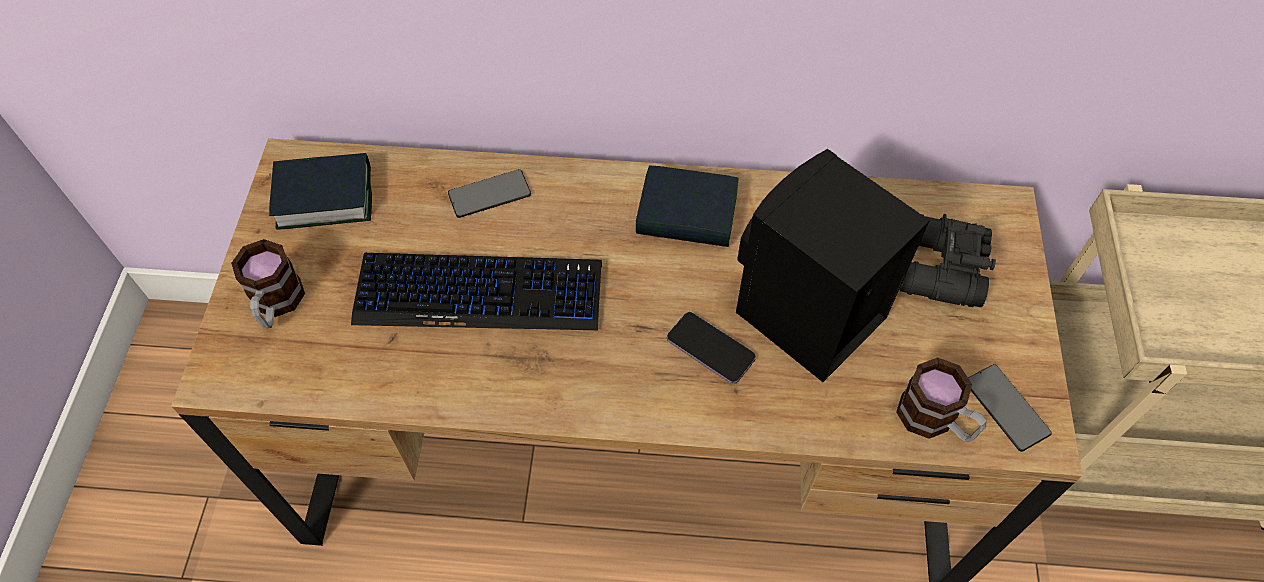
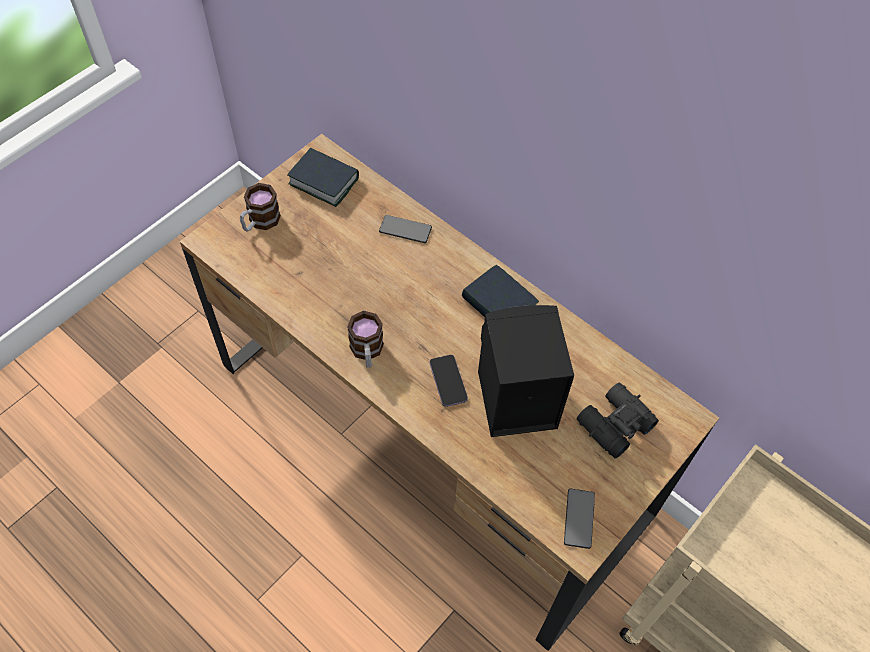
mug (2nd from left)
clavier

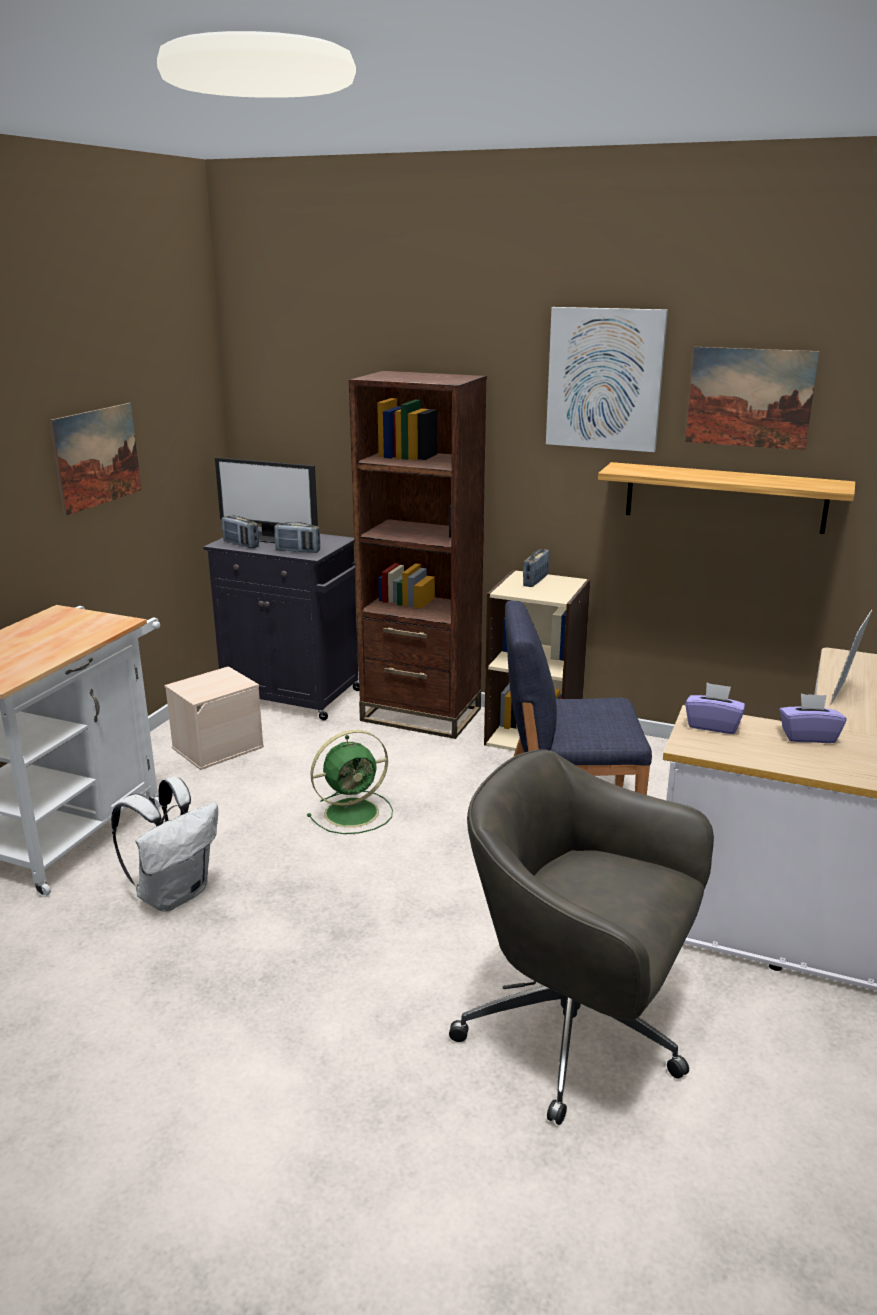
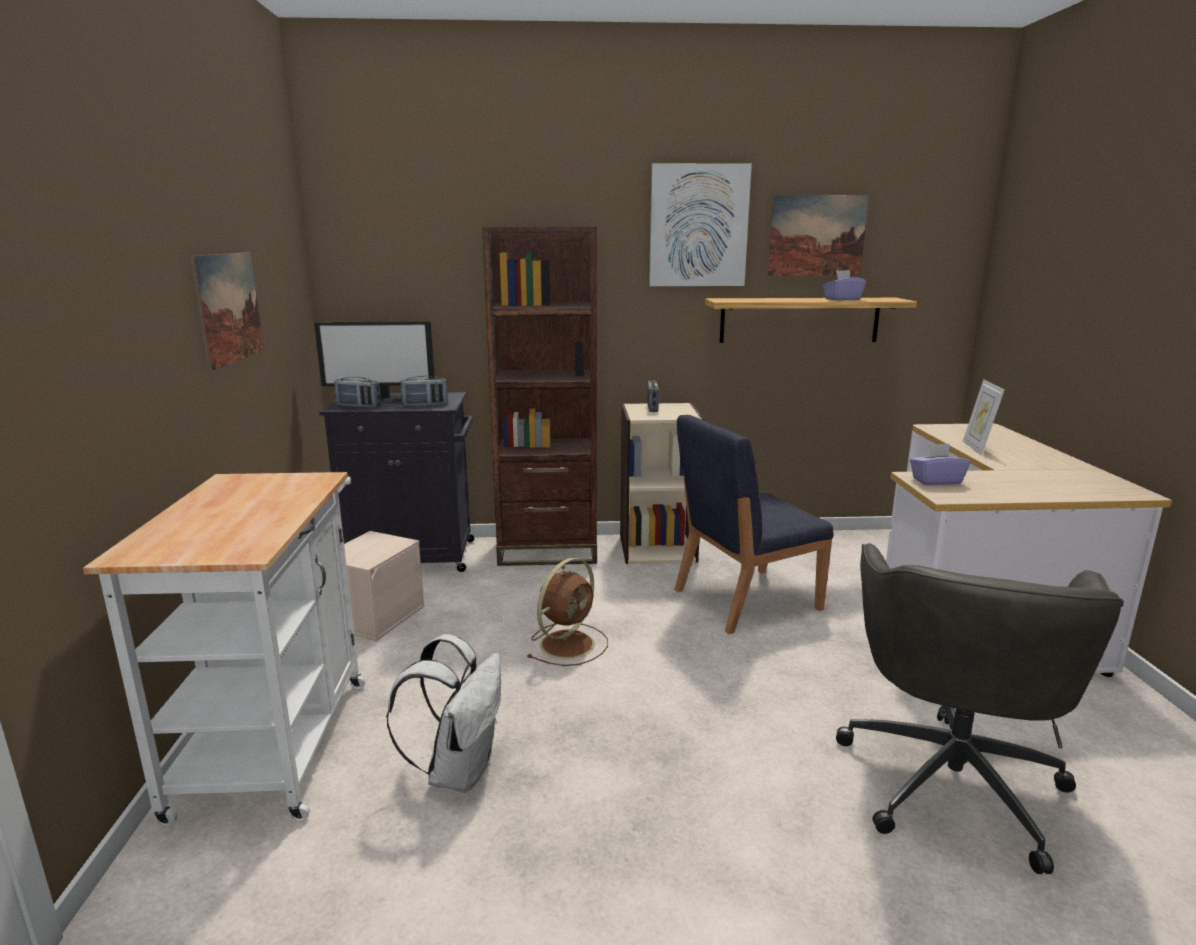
ventilateur [marron]
boîte à mouchoirs [violet] (1st from left)
chaise de bureau [gris]

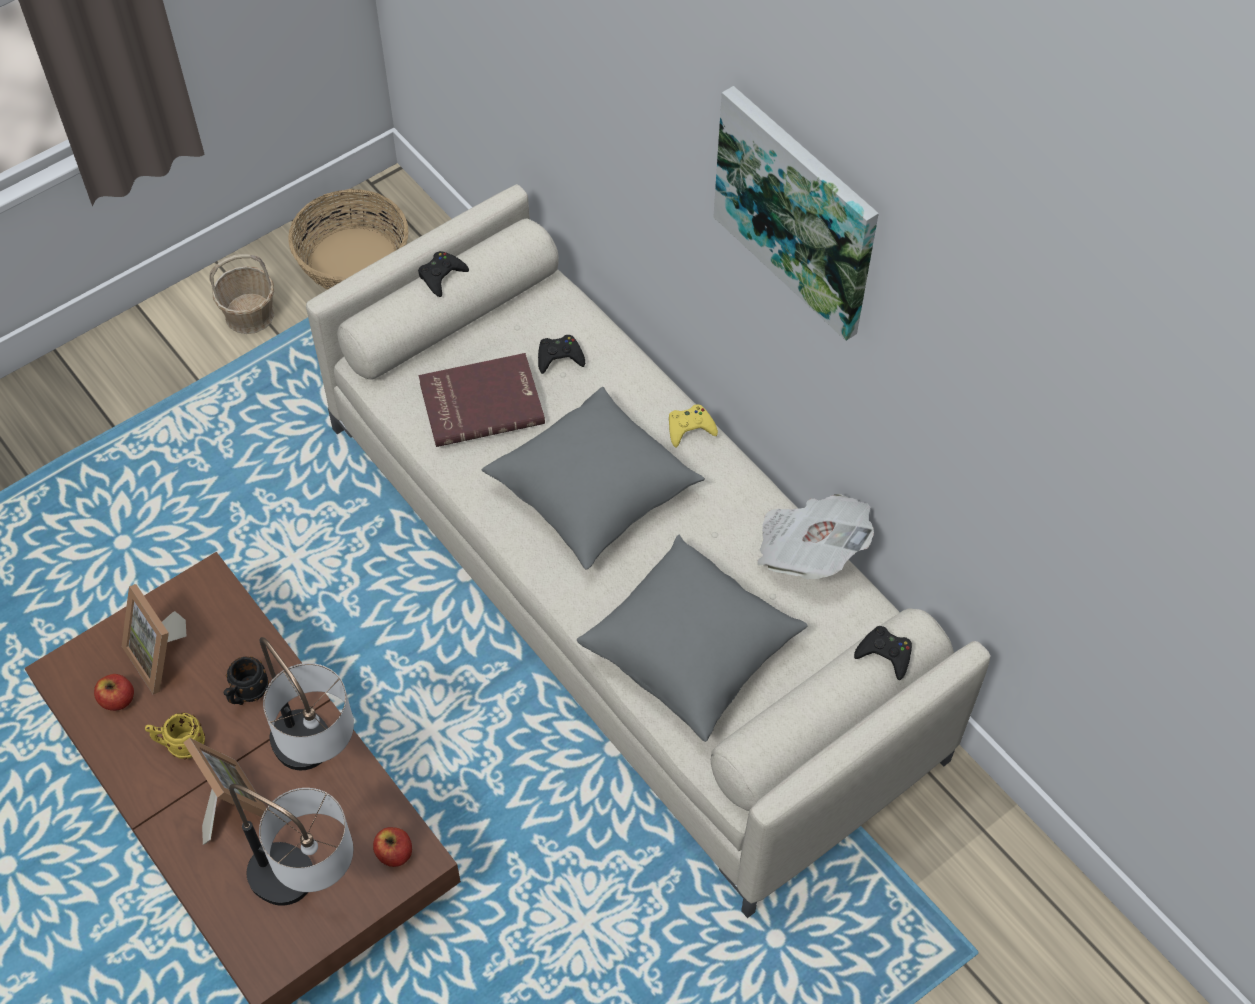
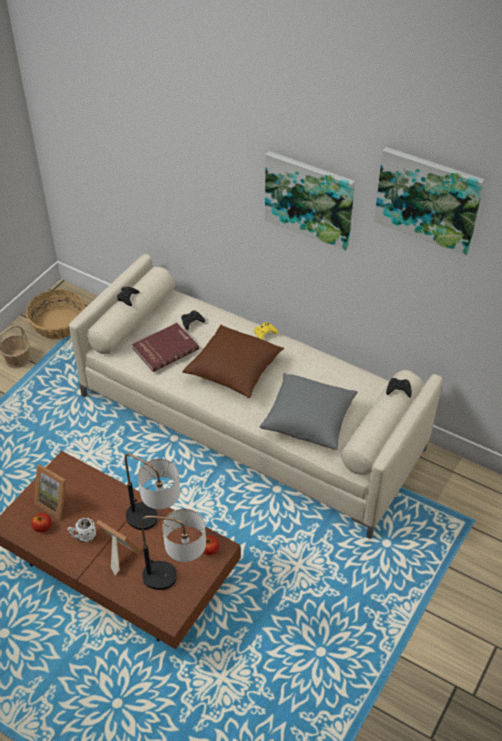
mug [blanc]
coussin [marron]
tableau (2nd from left)
mug [noir]
journal

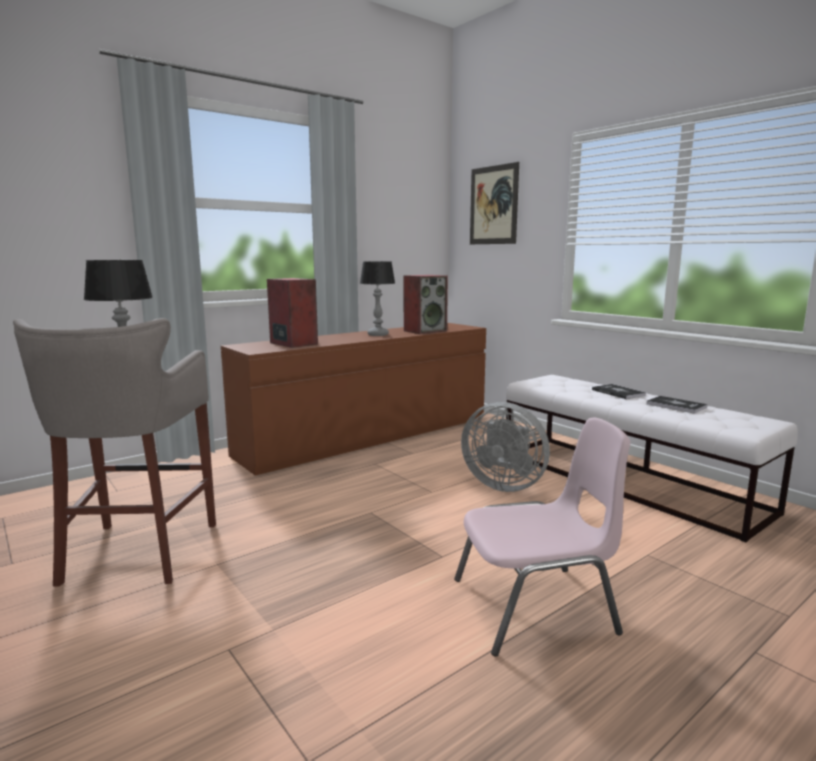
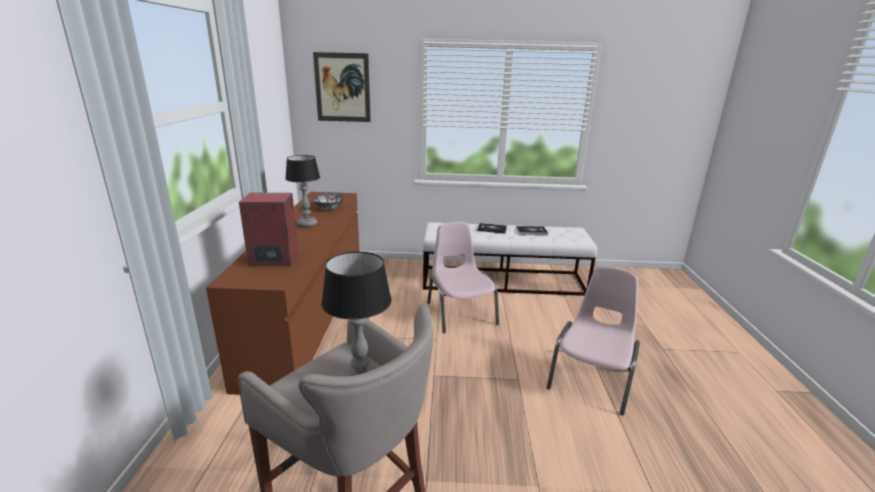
bol
chaise [rose] (1st from left)

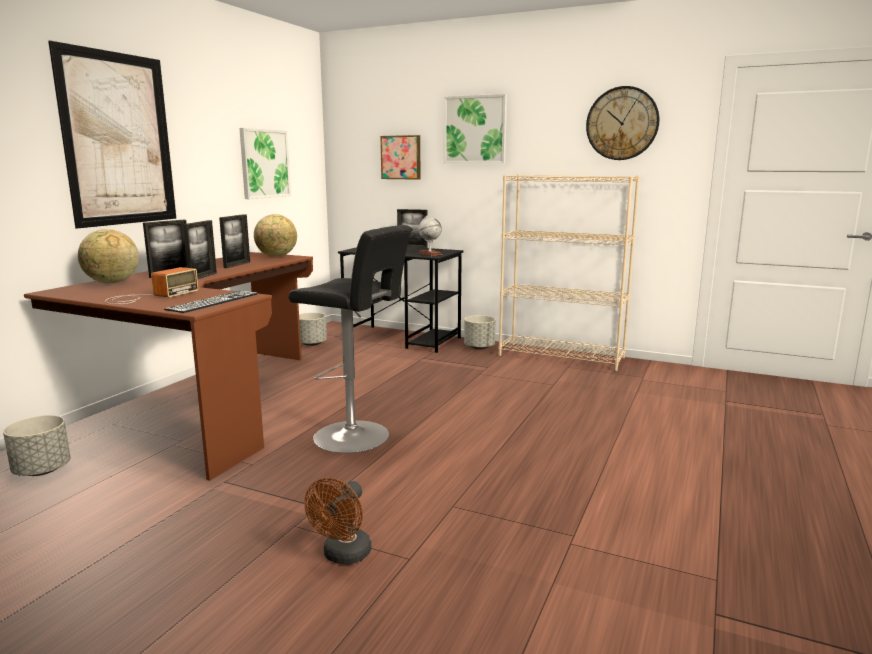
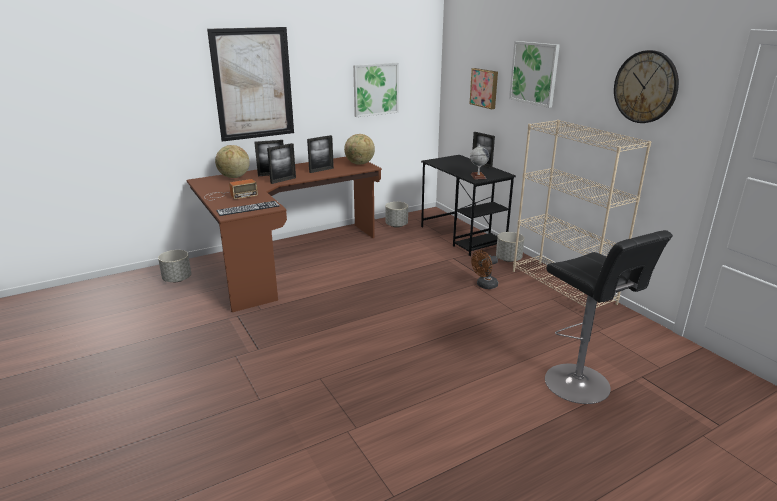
ventilateur [marron]
tabouret [noir]

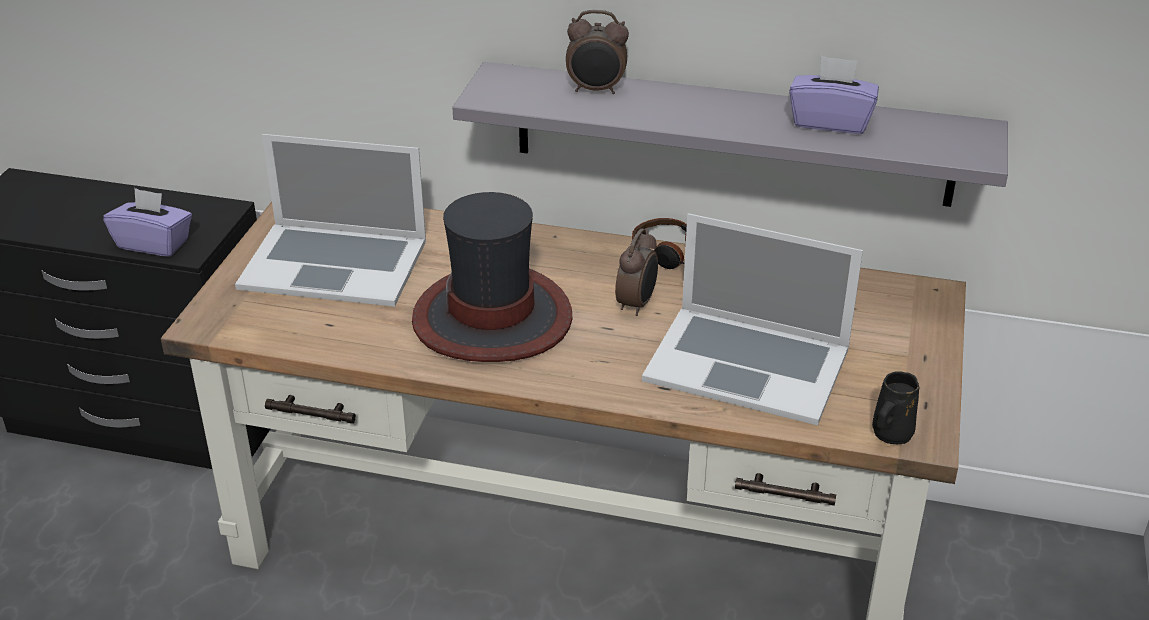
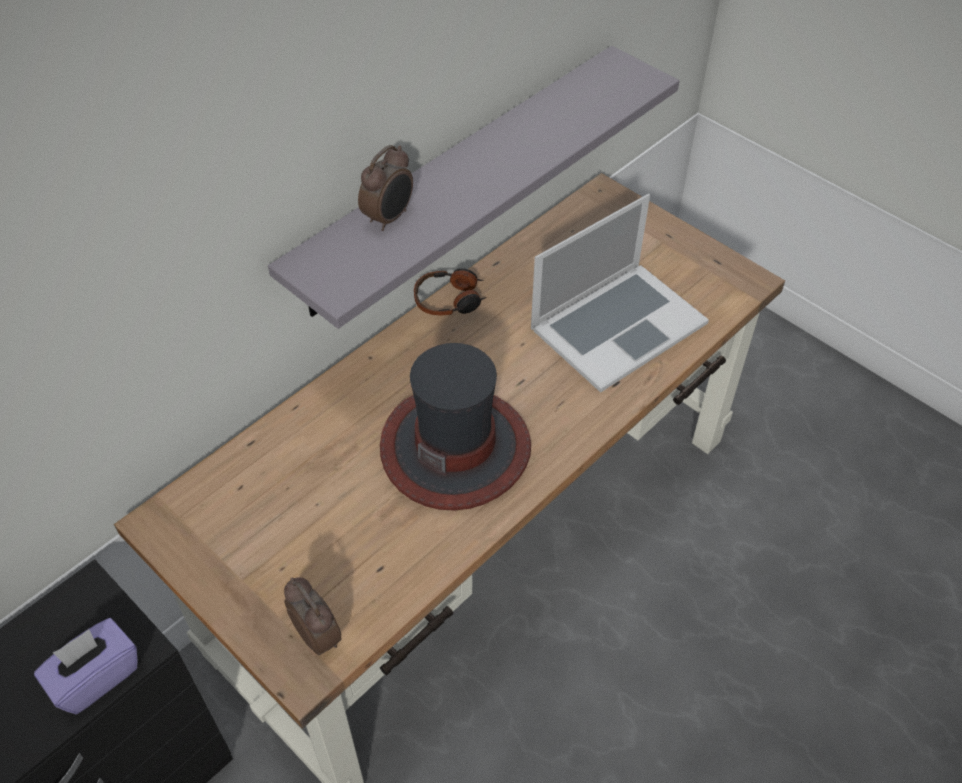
réveil (1st from left)
ordinateur portable (1st from left in the first image)
boîte à mouchoirs [violet] (2nd from left in the first image)
mug [noir]

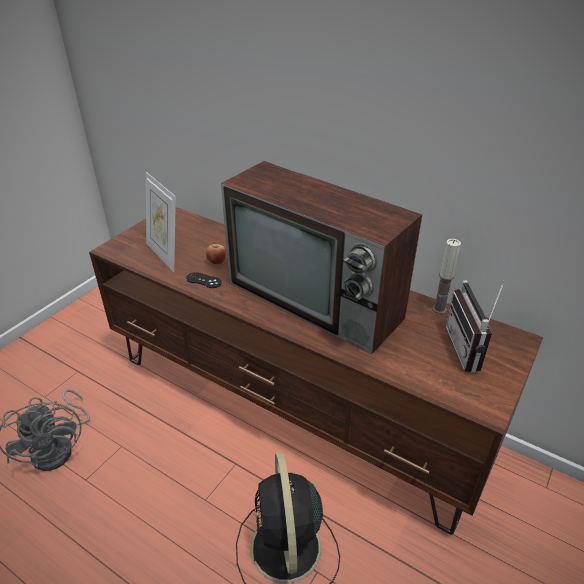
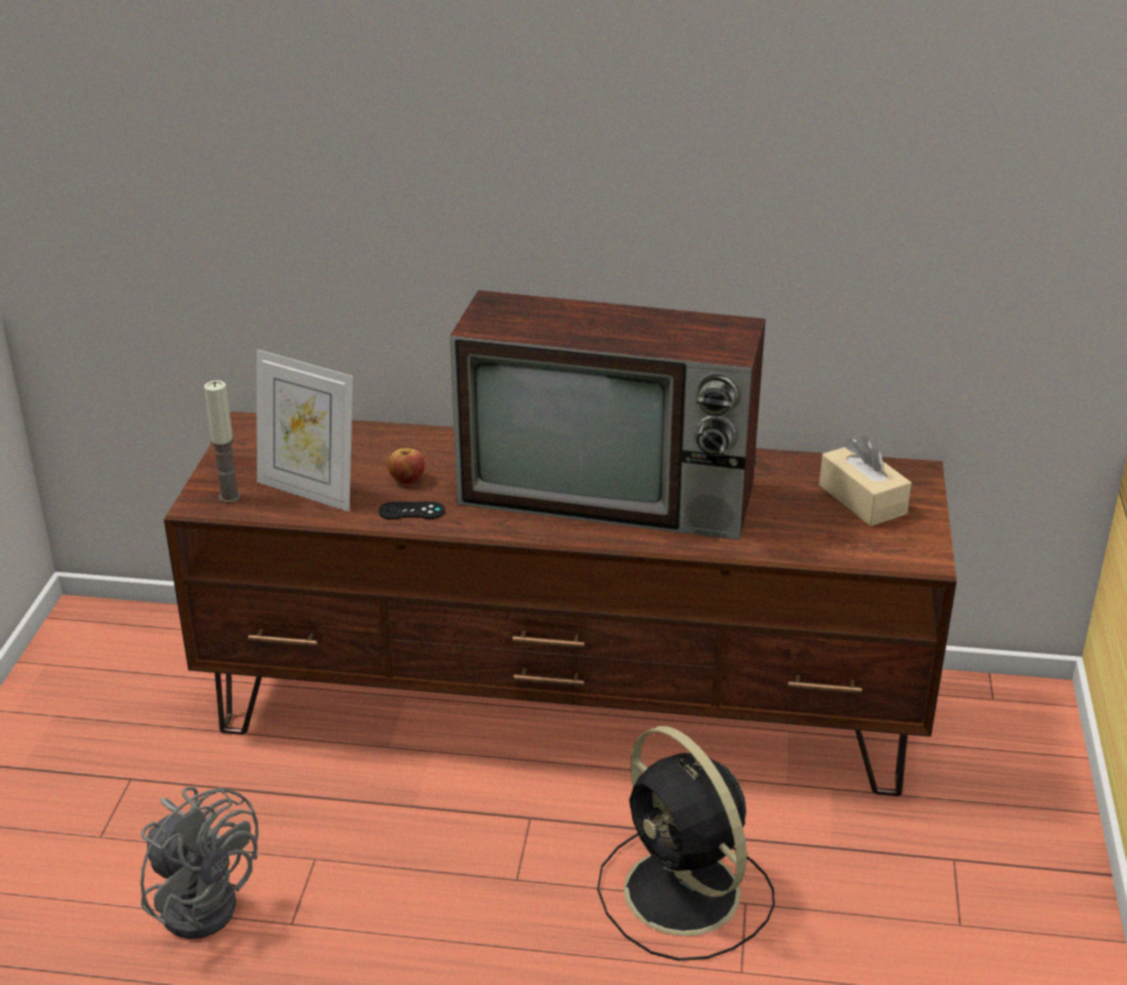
bougie
boîte à mouchoirs [beige]

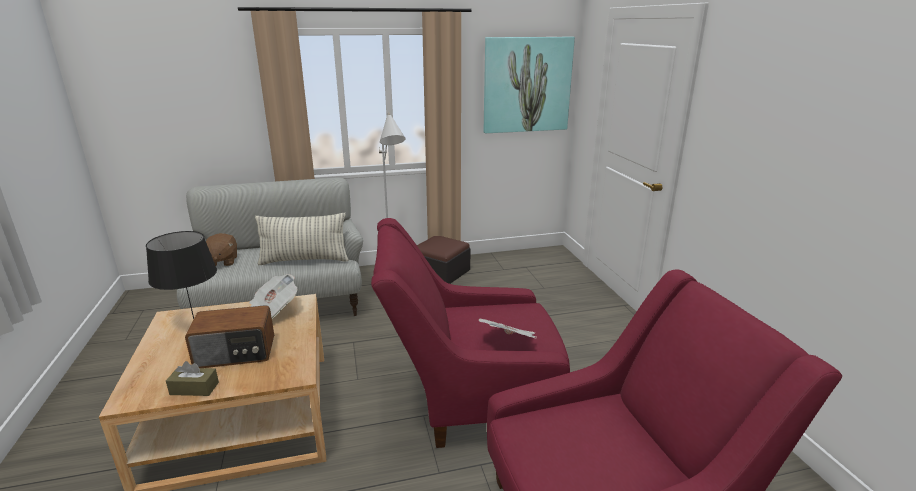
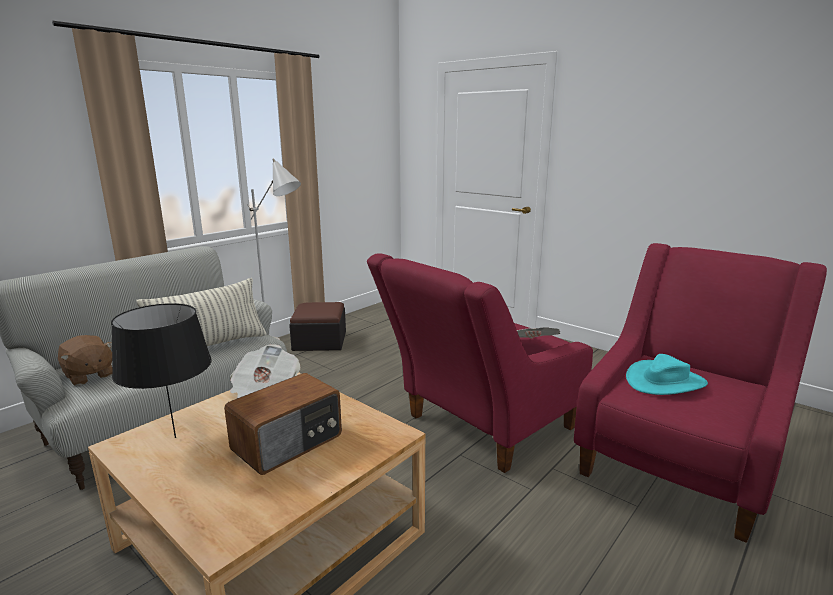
chapeau [turquoise]
boîte à mouchoirs [marron]
tableau

